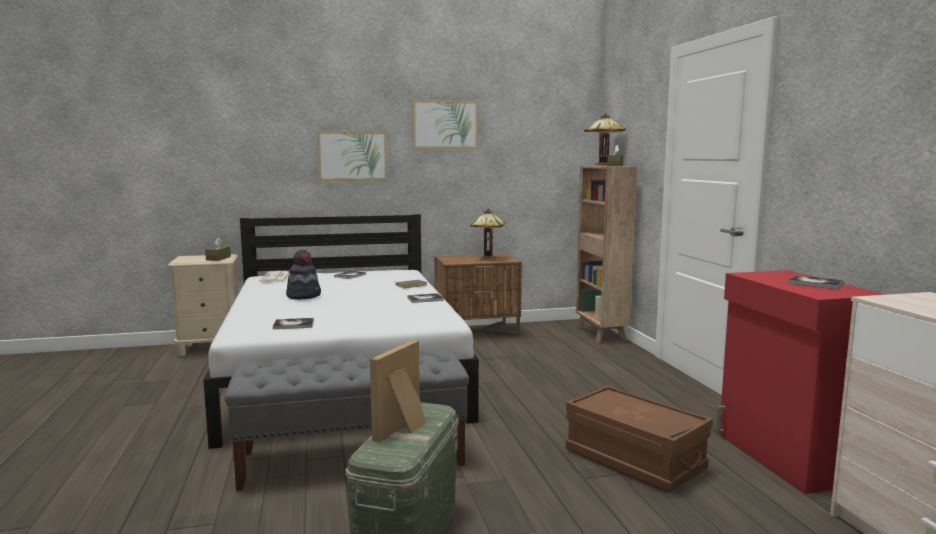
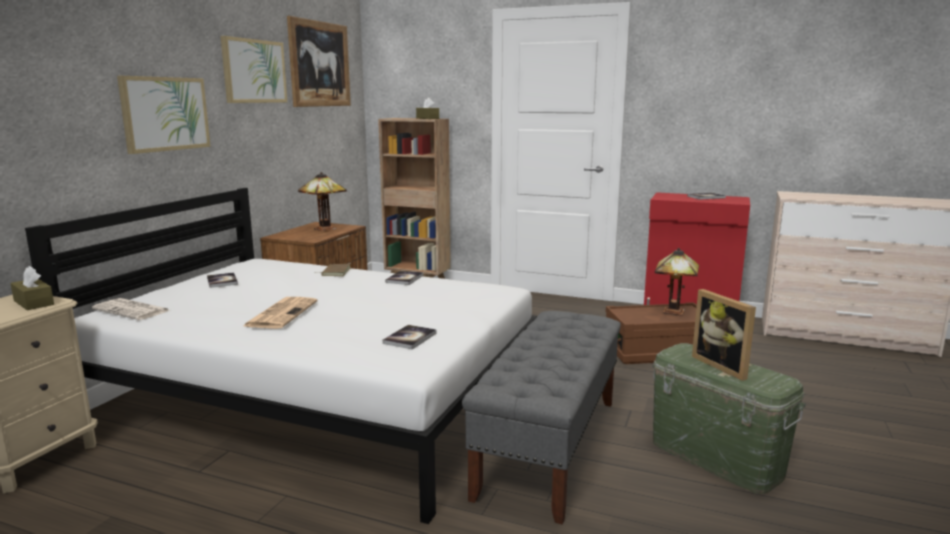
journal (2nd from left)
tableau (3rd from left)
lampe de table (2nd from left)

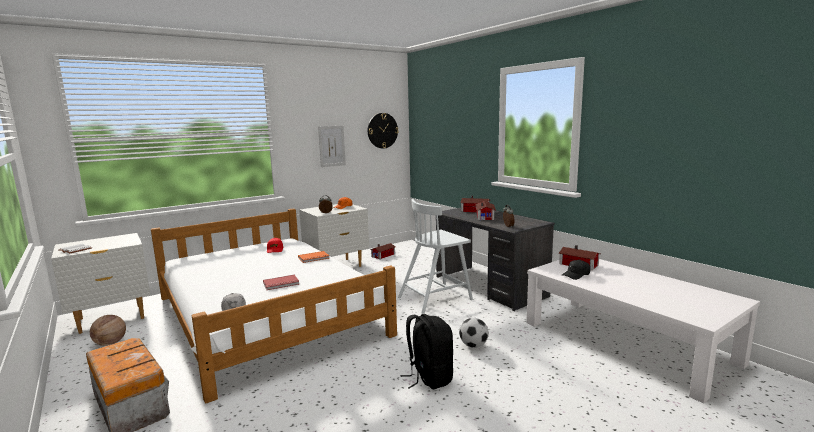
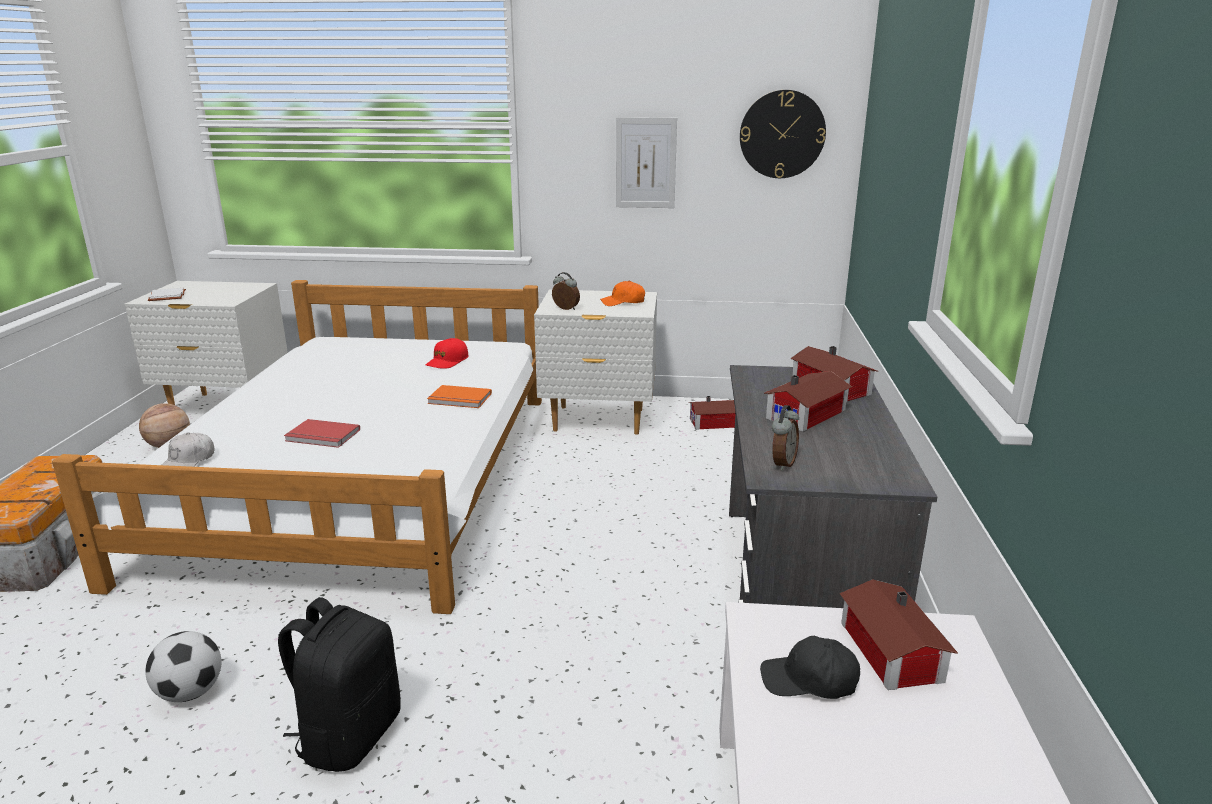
ballon de foot
chaise [blanc]

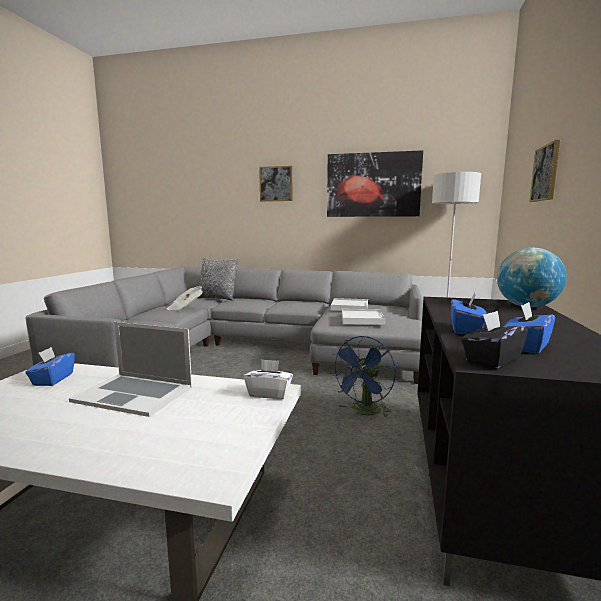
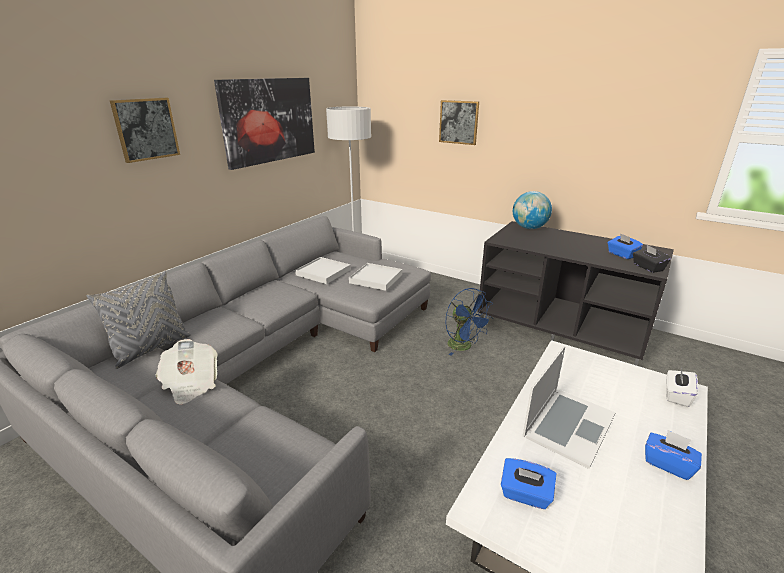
boîte à mouchoirs [bleu] (3rd from left)
boîte à mouchoirs [blanc]

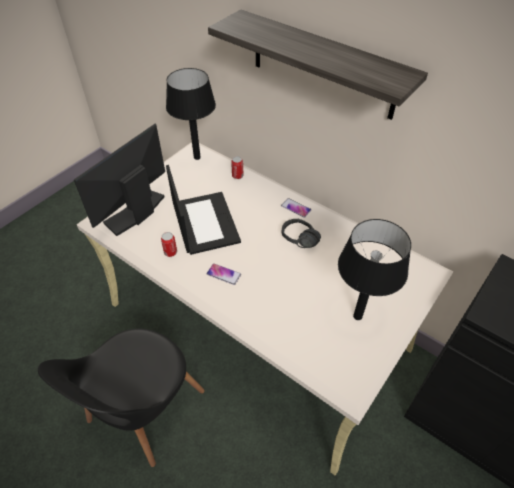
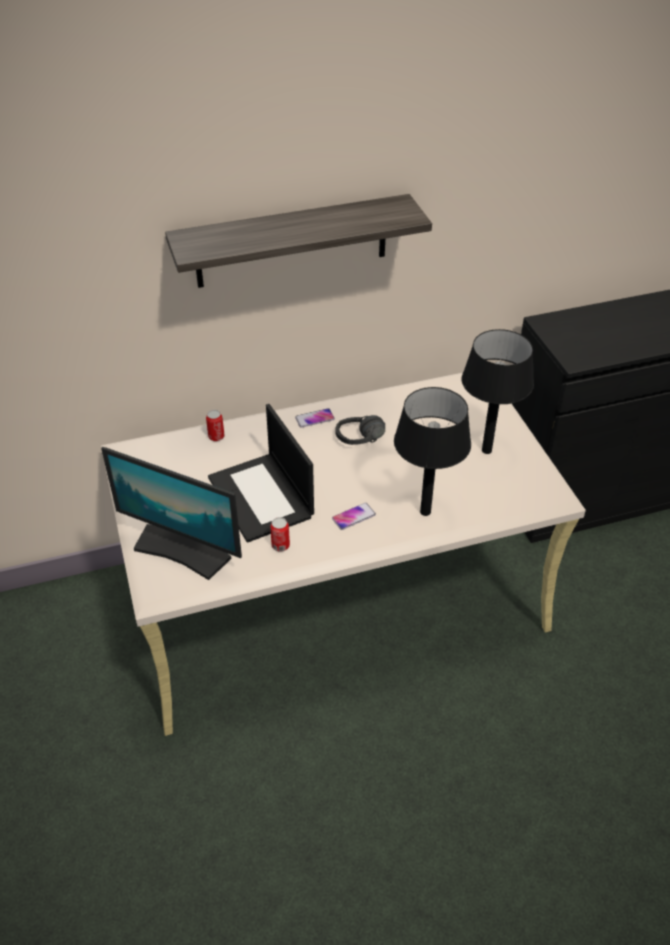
écran d'ordinateur
ordinateur portable
lampe de table [noir] (1st from left)
chaise [noir]

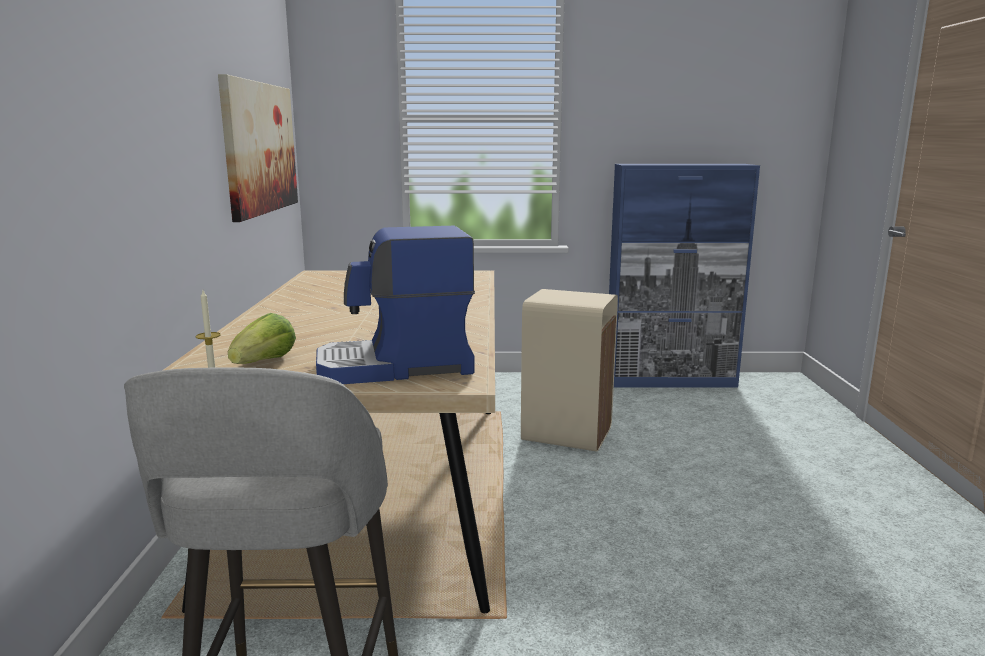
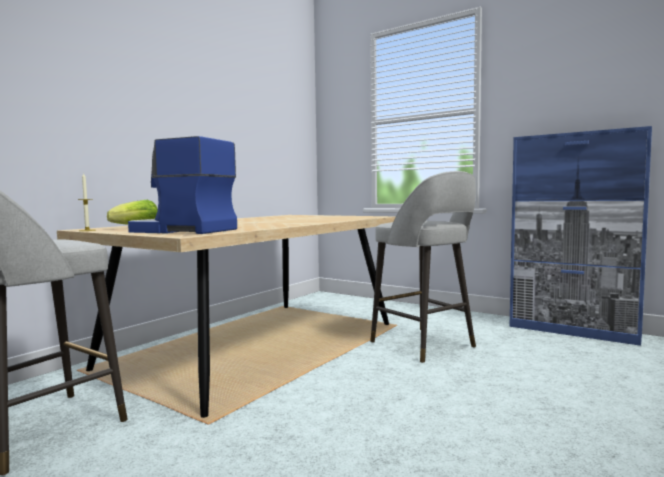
tabouret [gris] (2nd from left)
tableau

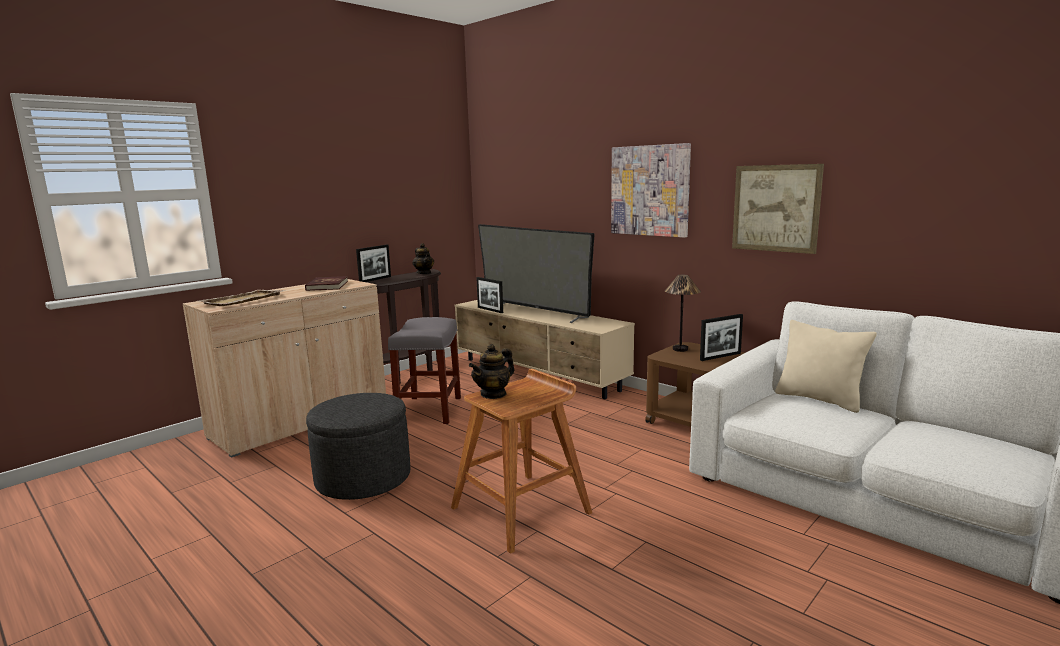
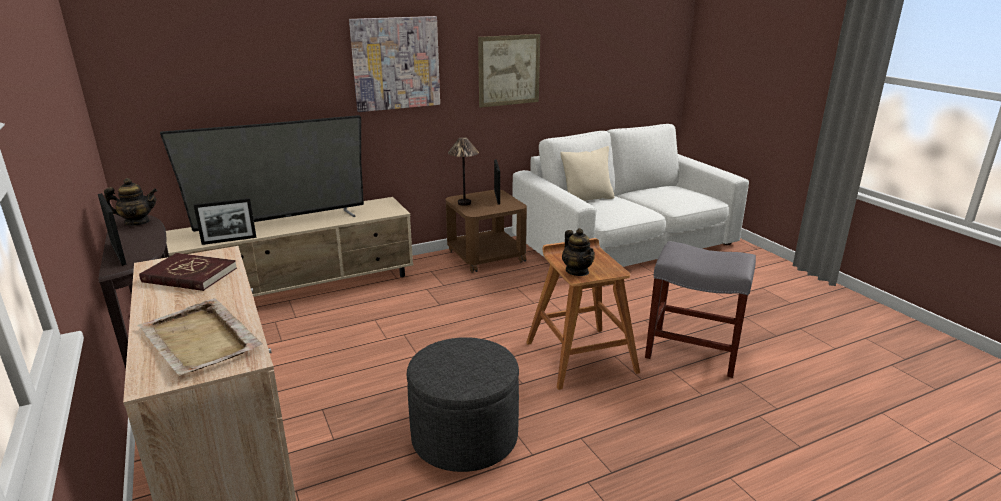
tabouret [gris]

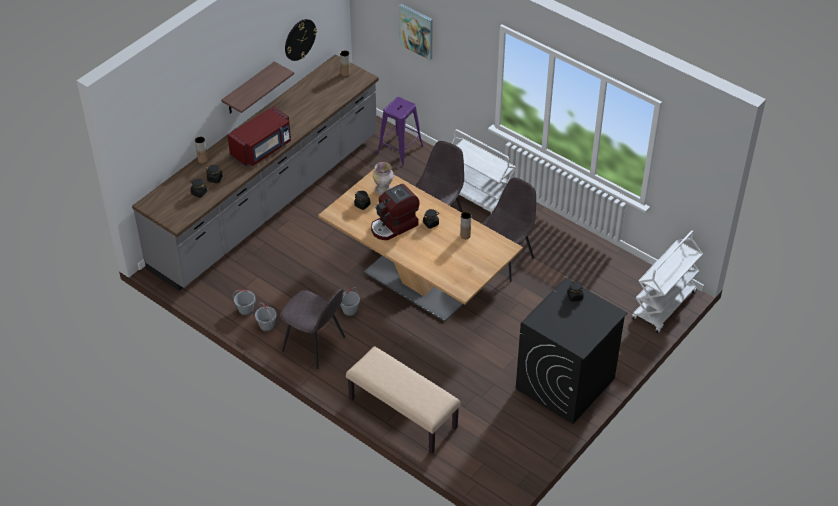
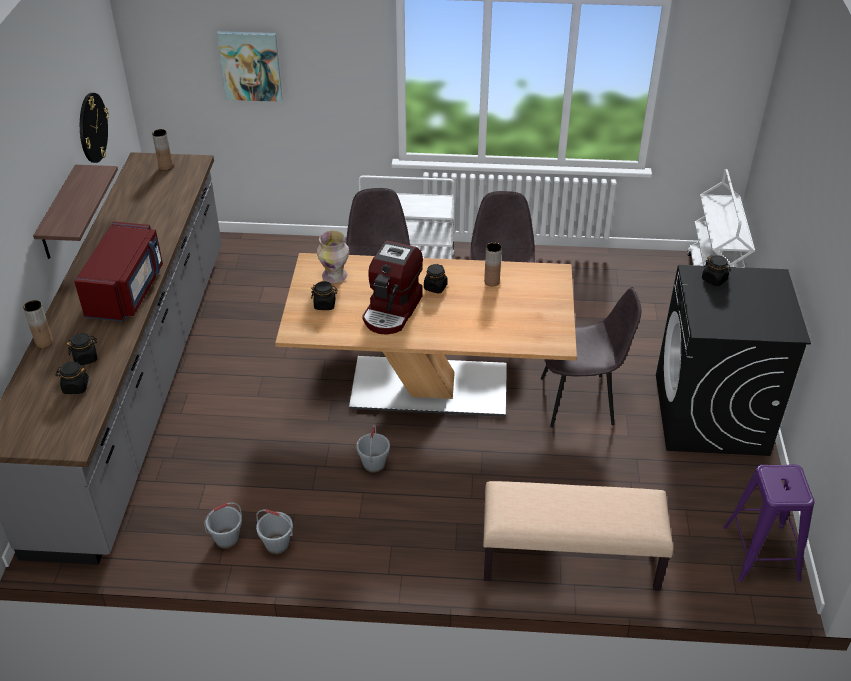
chaise [gris] (3rd from left)
tabouret [violet]

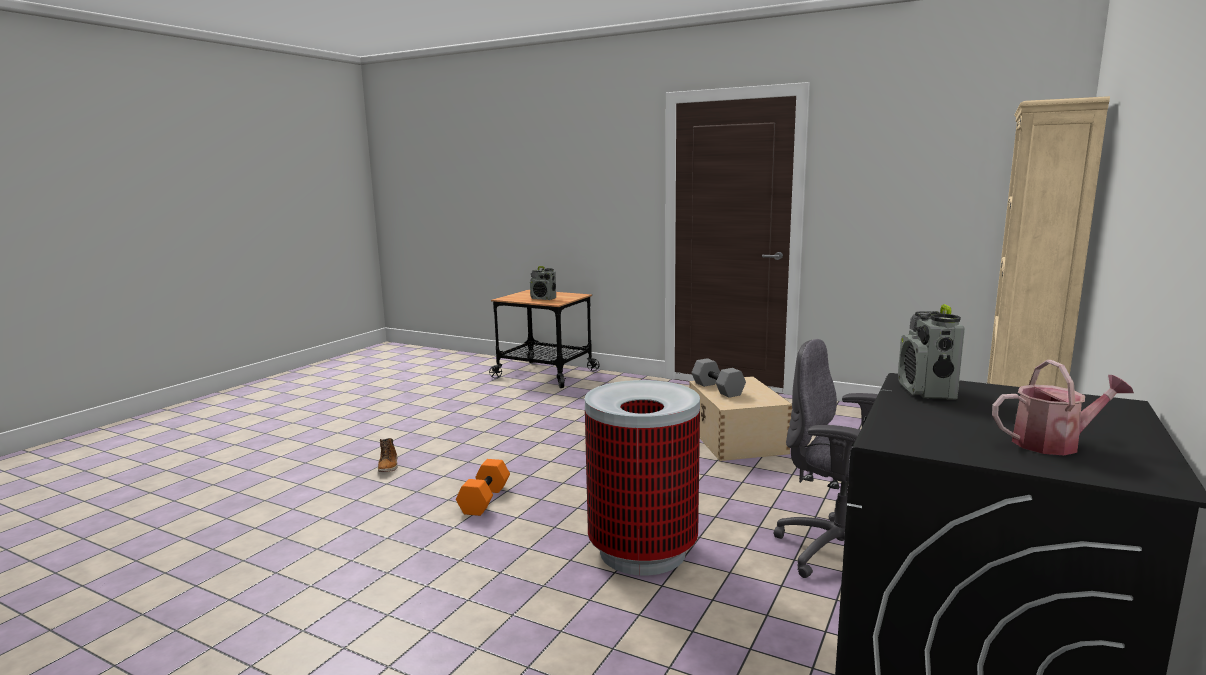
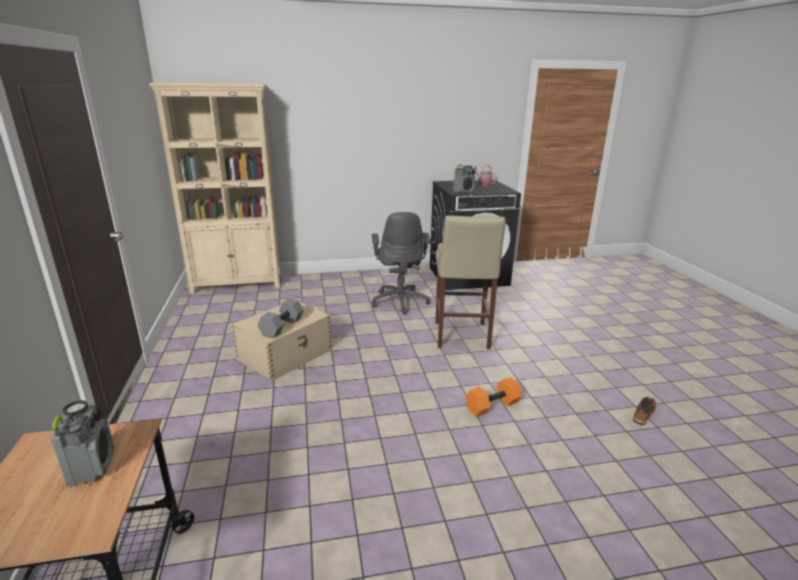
tabouret [beige]
botte

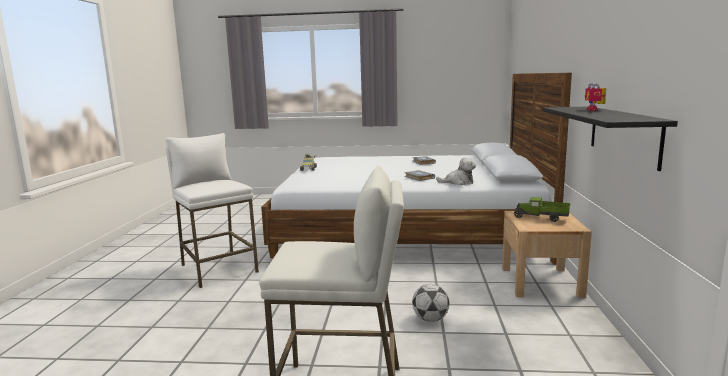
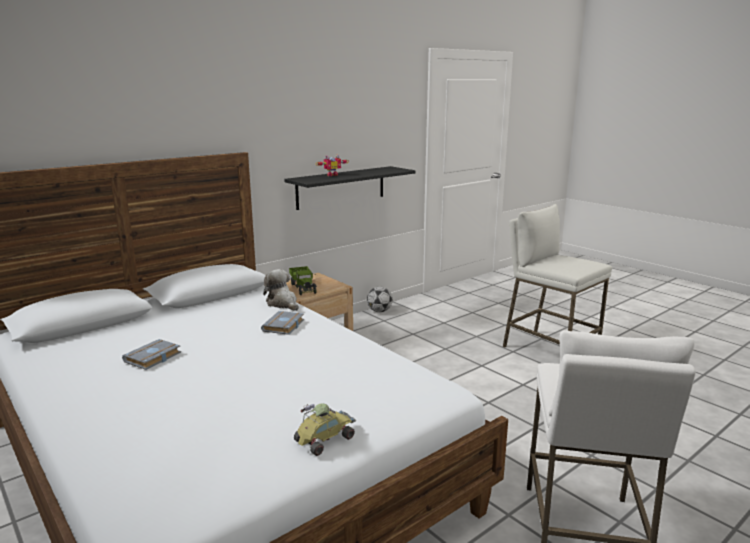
ballon de foot

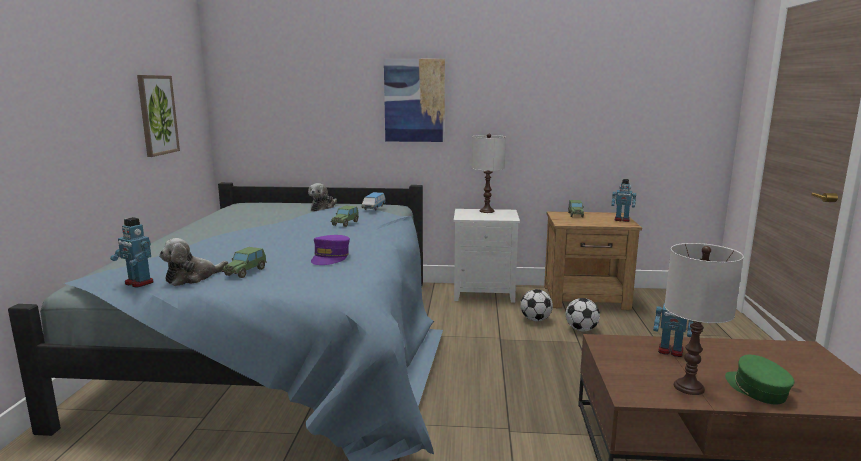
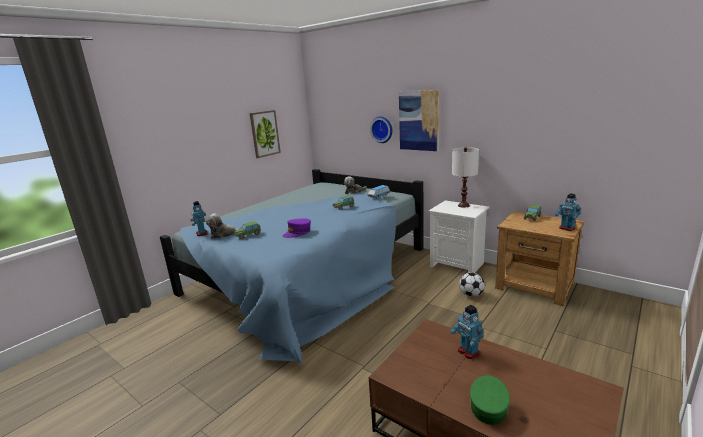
horloge murale
ballon de foot (2nd from left in the first image)
lampe de table [blanc] (2nd from left in the first image)

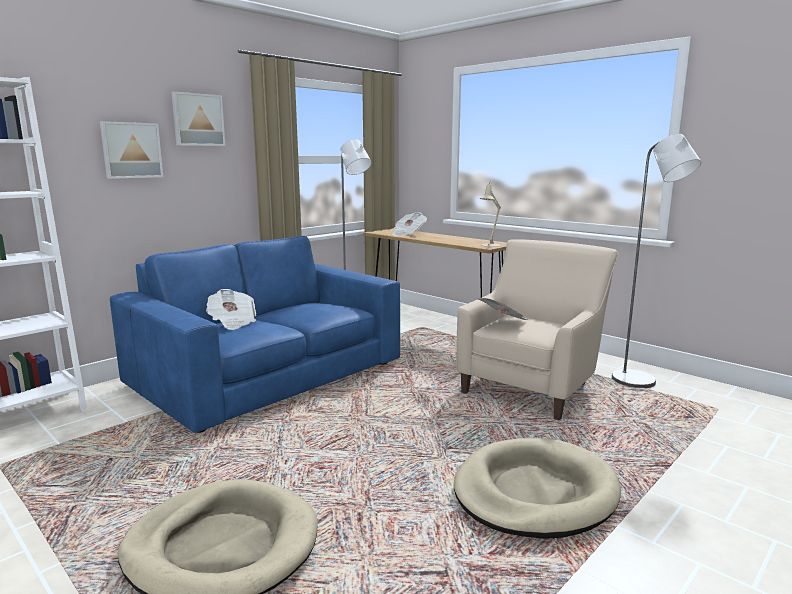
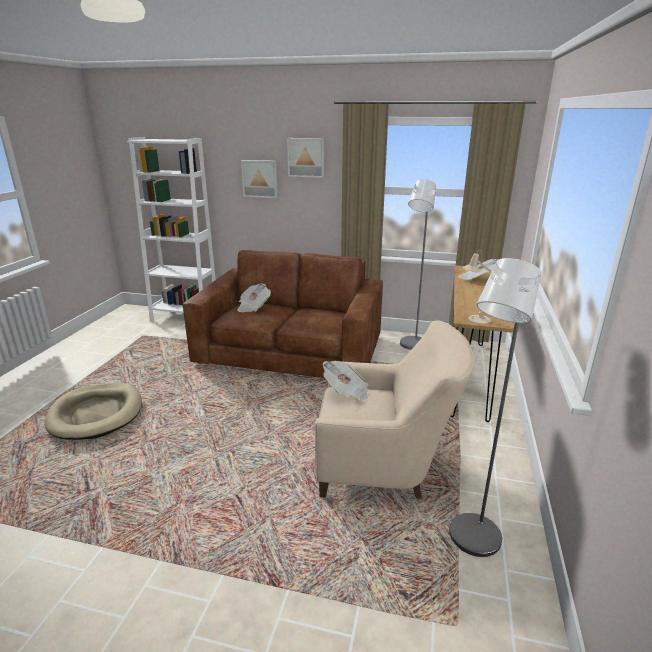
canapé [marron]
panier pour chien [beige] (2nd from left in the first image)

